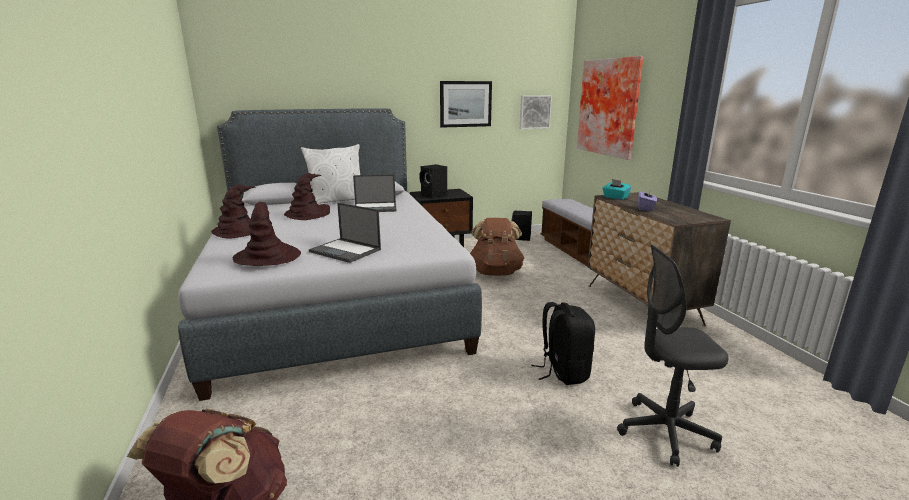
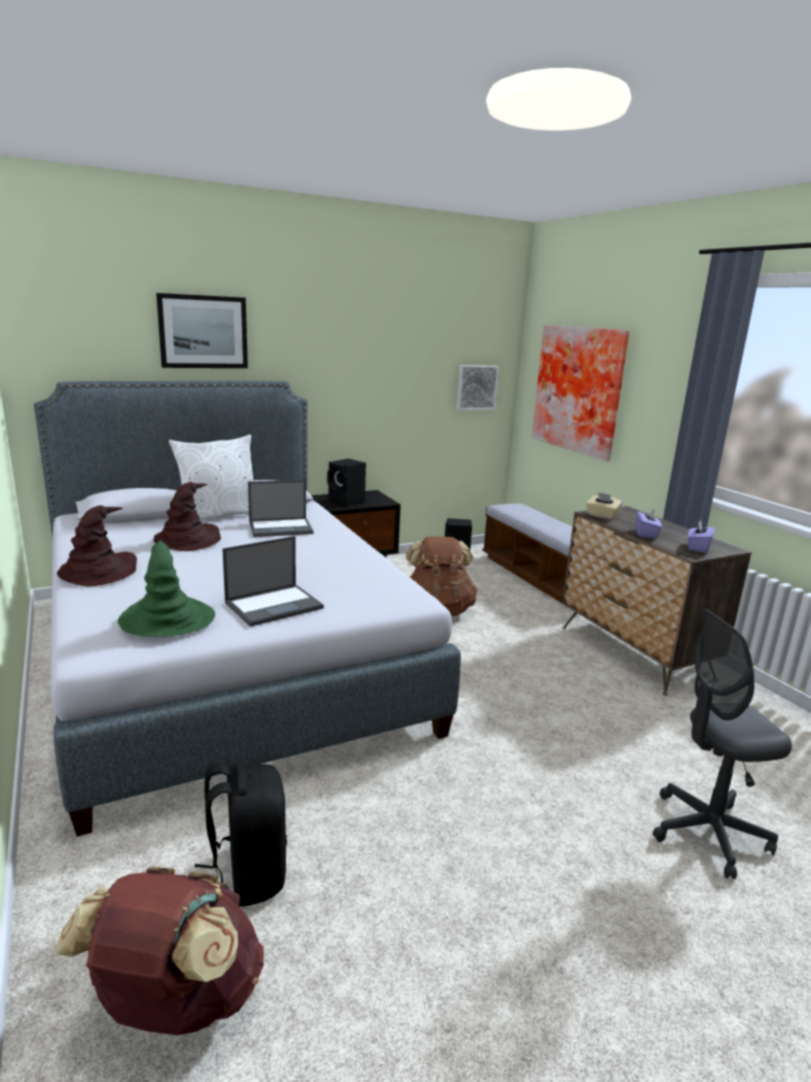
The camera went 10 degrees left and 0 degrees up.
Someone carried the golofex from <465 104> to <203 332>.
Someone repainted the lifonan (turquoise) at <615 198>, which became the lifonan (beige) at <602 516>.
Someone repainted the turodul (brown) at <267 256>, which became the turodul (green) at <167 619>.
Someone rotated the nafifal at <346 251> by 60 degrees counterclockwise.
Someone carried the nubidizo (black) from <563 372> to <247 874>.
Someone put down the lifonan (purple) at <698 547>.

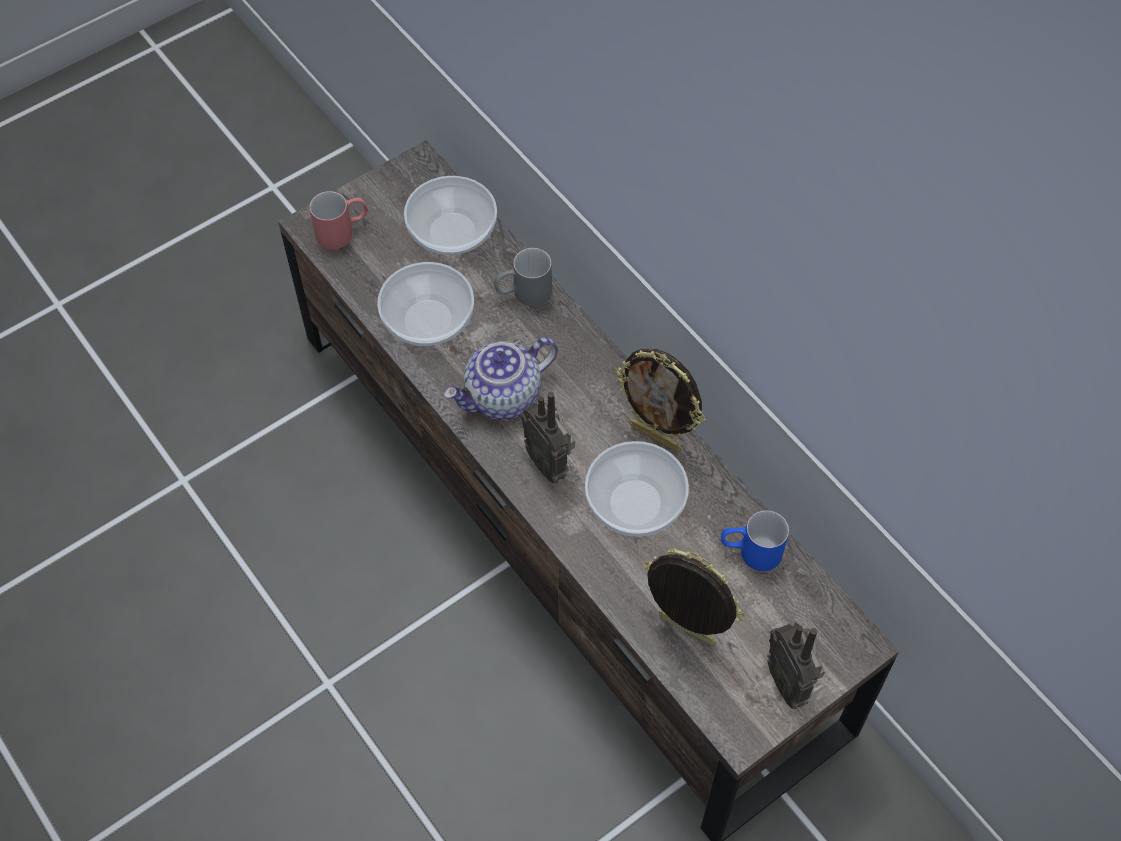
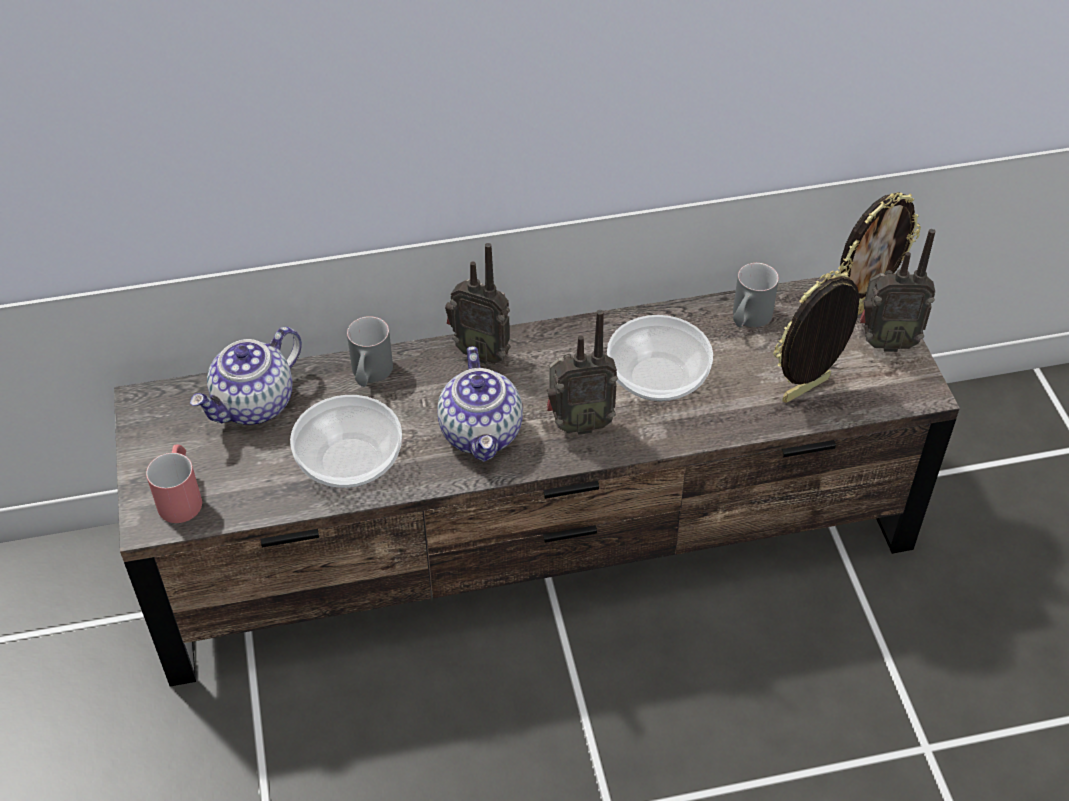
The camera went 65 degrees left and 10 degrees down.
Someone swapped the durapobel at <453 233> for the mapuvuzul at <254 405>.
Someone carried the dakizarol from <656 436> to <862 308>.
Someone repainted the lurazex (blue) at <750 552>, which became the lurazex (grey) at <748 320>.
Someone put down the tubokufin at <482 352>.

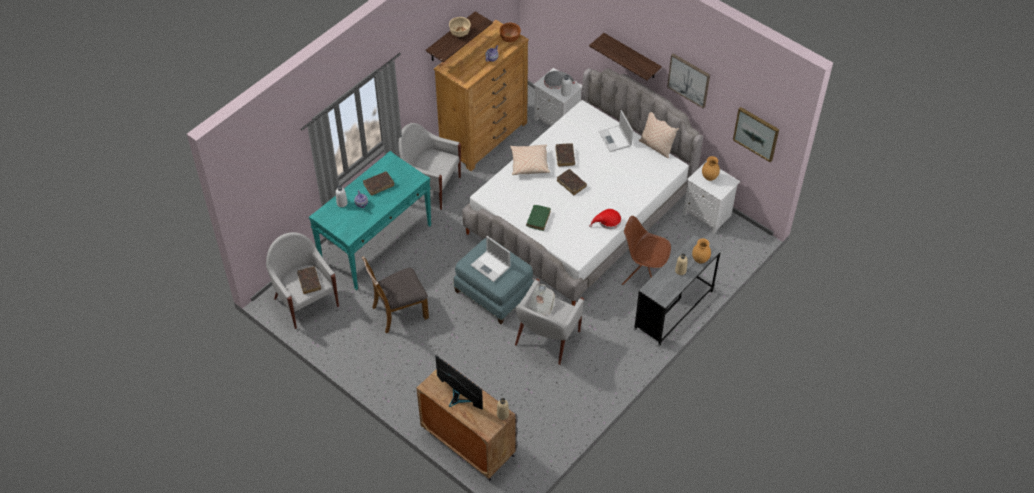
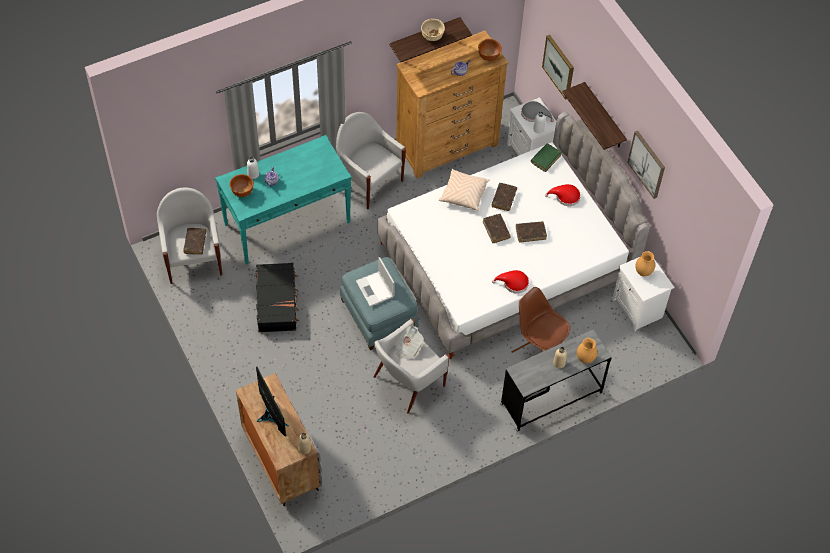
The camera went 20 degrees right and 5 degrees up.
Someone carried the golofex from <756 133> to <559 66>.
Someone swapped the nafifal at <615 139> for the turodul (red) at <565 197>.
Someone took away the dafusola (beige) at <656 147>.
Someone carried the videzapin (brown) from <378 185> to <530 233>.
Someone carried the videzapin (green) from <538 219> to <545 159>.
Someone swapped the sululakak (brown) at <399 312> for the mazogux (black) at <277 302>.
Someone put down the durapobel (brown) at <242 191>.

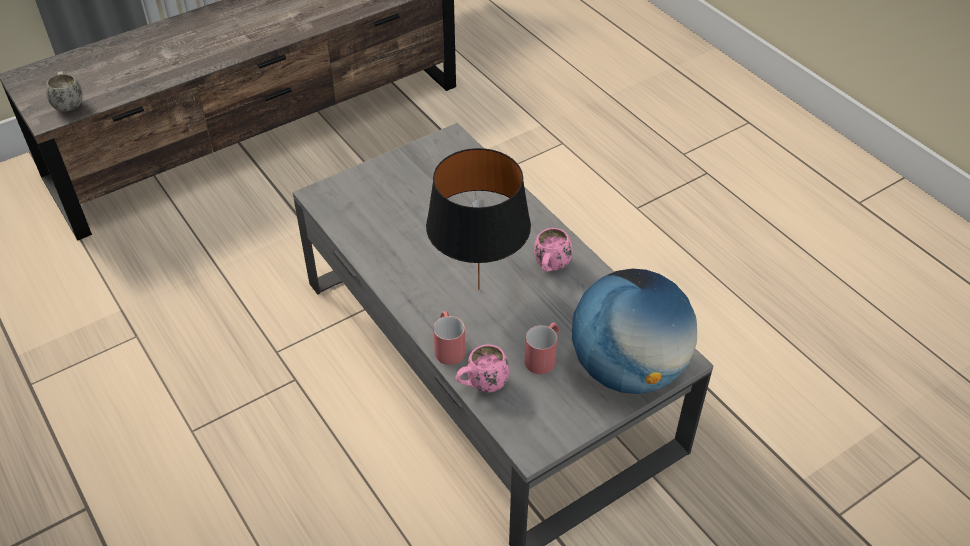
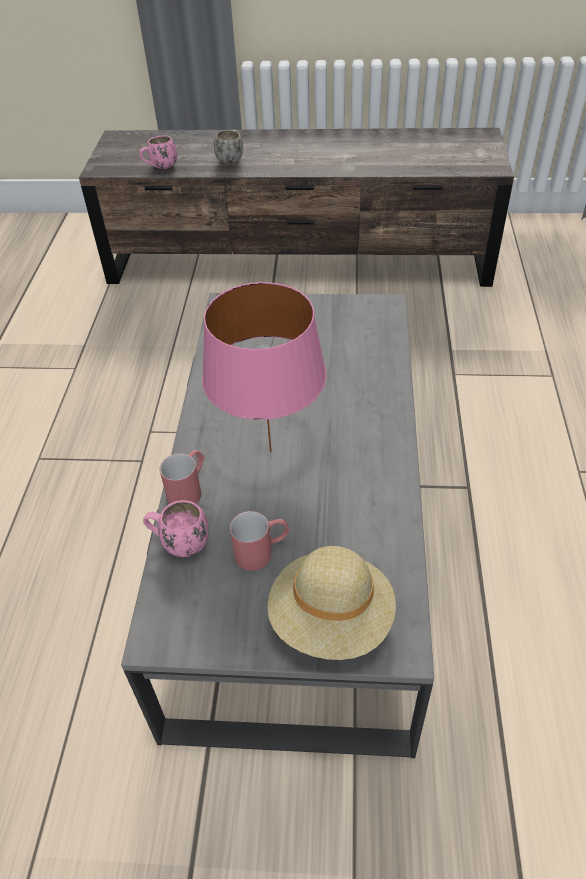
The camera went 40 degrees right and 0 degrees up.
Someone carried the lurazex (white) from <68 103> to <231 159>.
Someone repainted the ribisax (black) at <479 290>, which became the ribisax (pink) at <270 452>.
Someone carried the lurazex (pink) from <550 267> to <160 168>.
Someone swapped the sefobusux at <627 369> for the turodul (beige) at <332 619>.

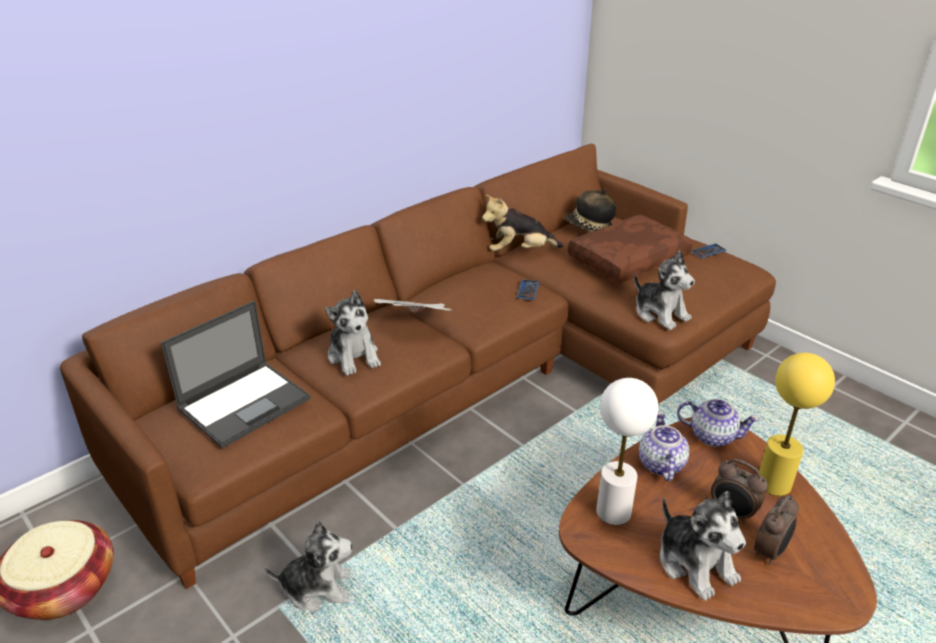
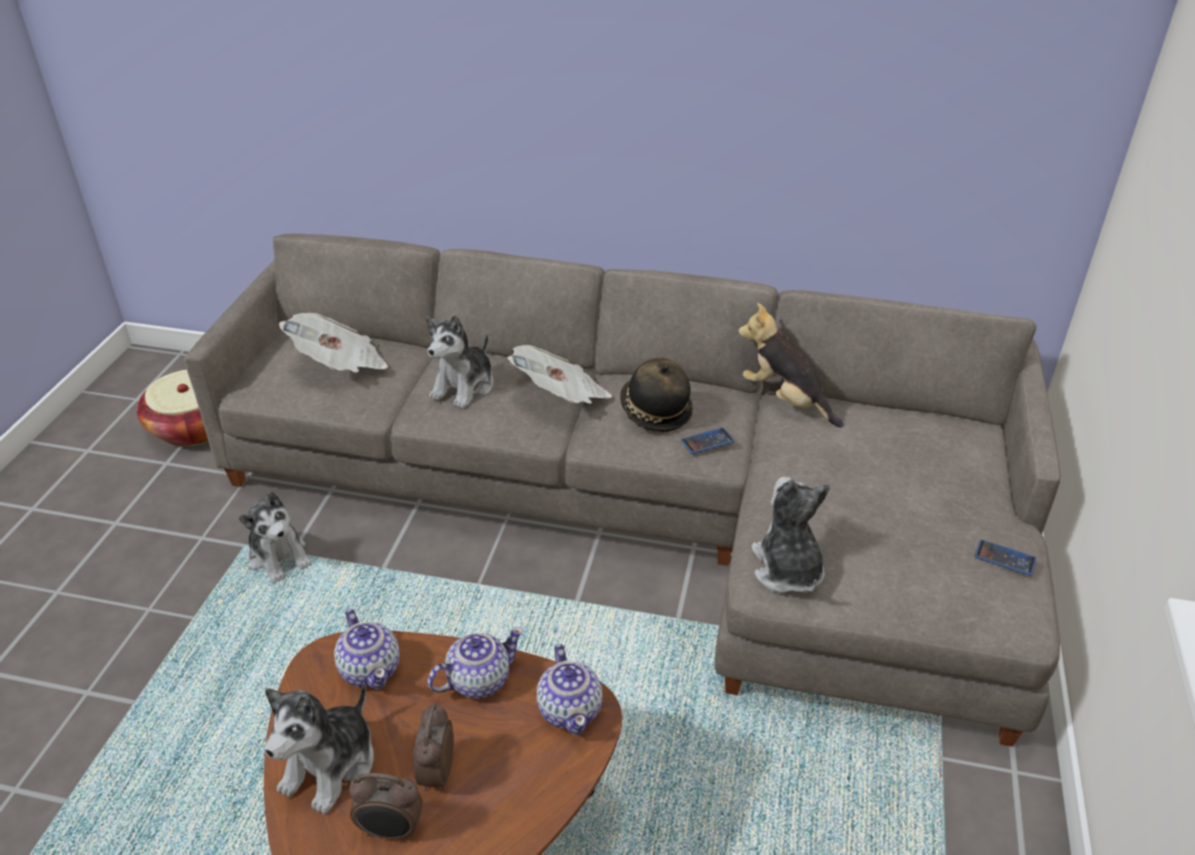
The camera went 55 degrees right and 5 degrees up.
Someone repainted the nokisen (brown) at <472 378>, which became the nokisen (grey) at <650 510>.
Someone carried the turodul from <589 228> to <654 411>.
Someone took away the dafusola (brown) at <627 259>.
Someone rotated the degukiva at <660 313> by 150 degrees clockwise.
Someone swapped the nafifal at <245 403> for the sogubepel at <340 365>.
Someone took away the ribisax (yellow) at <773 483>.
Someone swapped the ribisax (white) at <613 511> for the mapuvuzul at <371 669>.

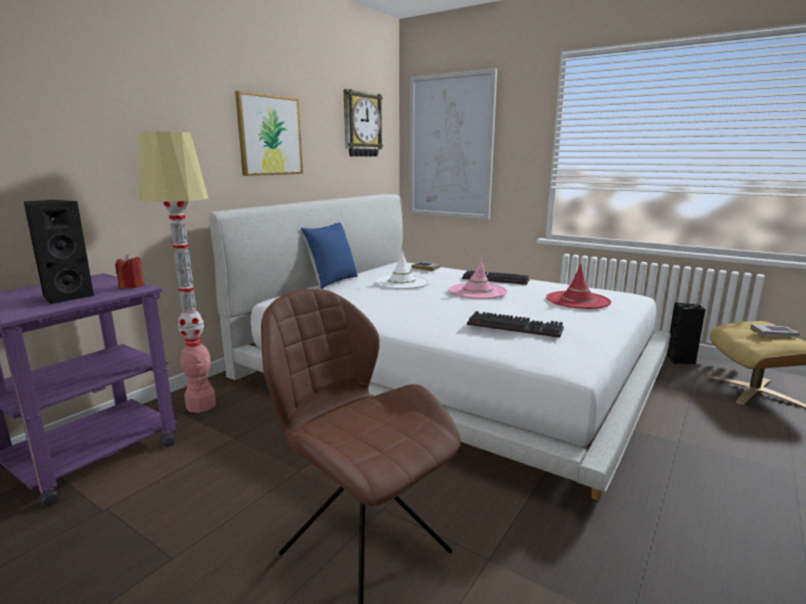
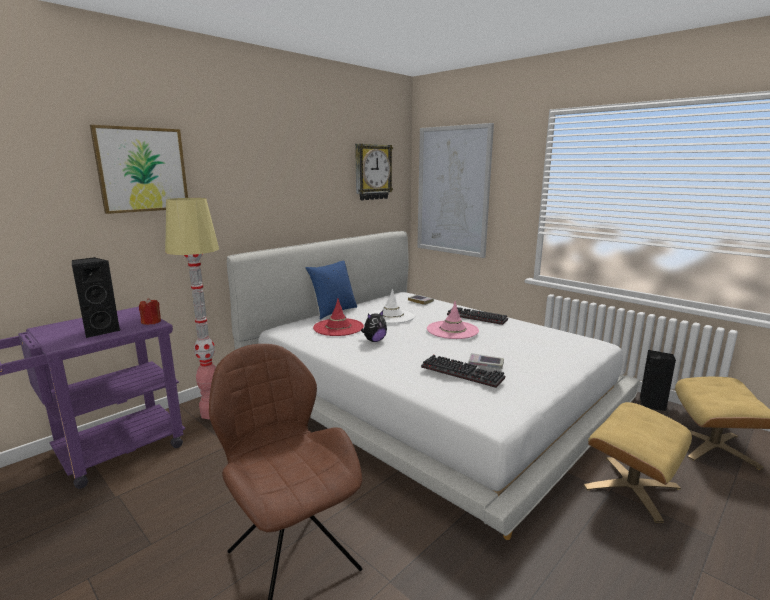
The camera went 10 degrees right and 0 degrees up.
Someone carried the golofex from <270 135> to <142 170>.
Someone carried the turodul (red) from <577 300> to <338 327>.
Someone carried the videzapin from <773 334> to <485 364>.
Someone put down the degukiva at <374 340>.
Someone put down the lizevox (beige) at <631 487>.

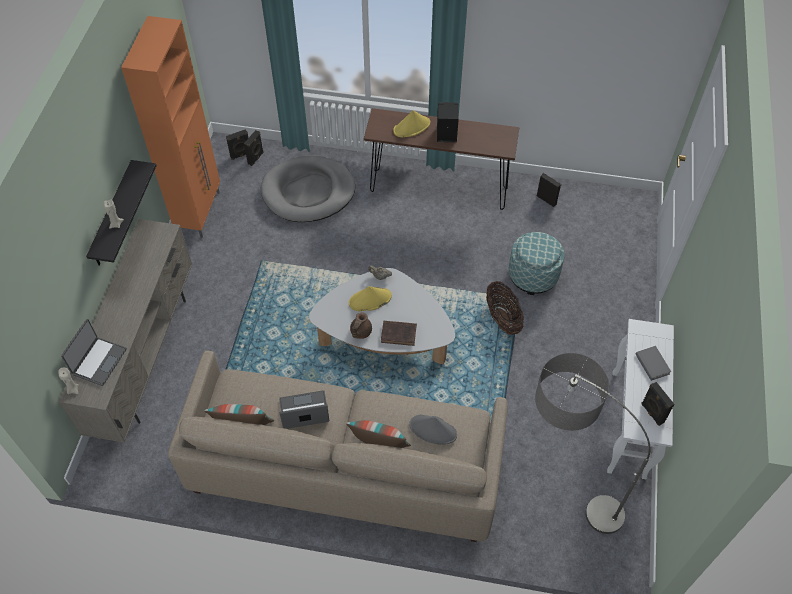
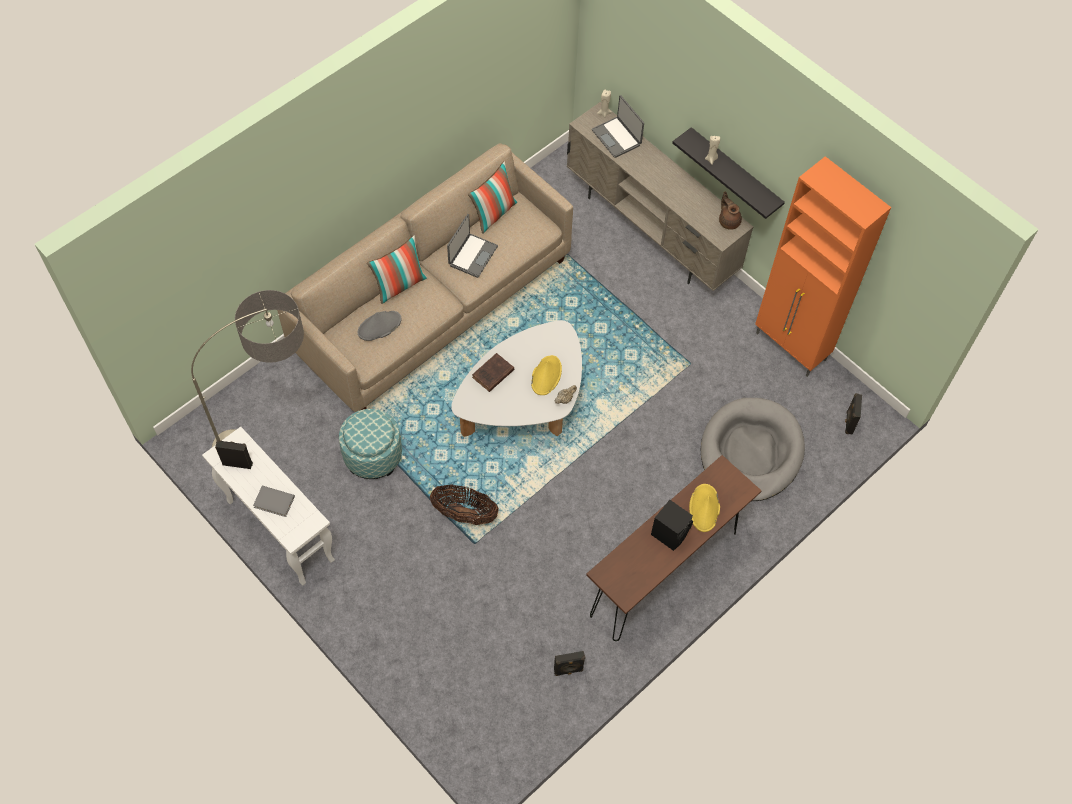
The camera went 125 degrees right and 5 degrees up.
Someone took away the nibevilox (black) at <256 158>.
Someone carried the lizevox from <533 275> to <372 455>.
Someone carried the mapuvuzul (brown) from <360 332> to <729 221>.

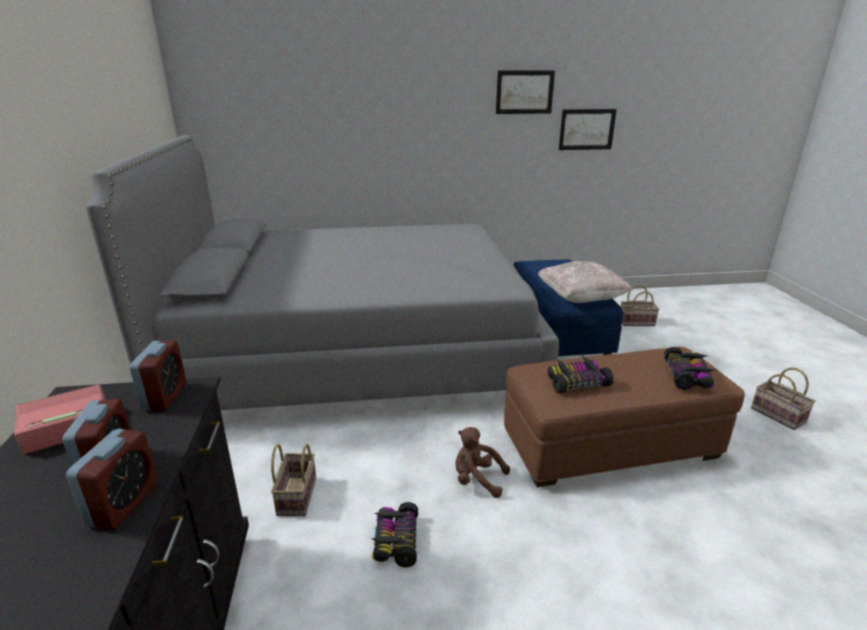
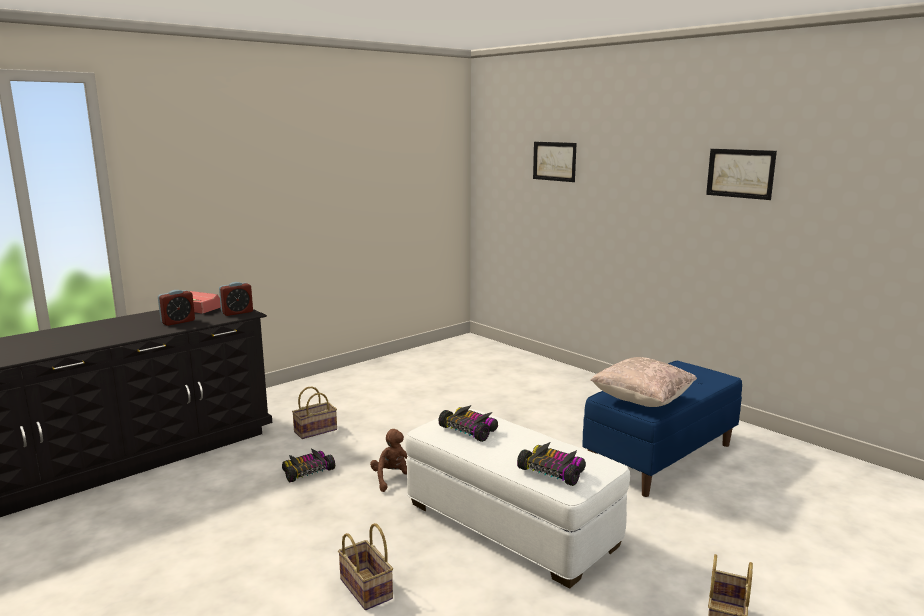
The camera went 55 degrees right and 10 degrees down.
Someone carried the golofex from <587 129> to <554 161>.
Someone took away the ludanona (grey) at <357 351>.
Someone carried the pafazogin from <637 322> to <368 589>.
Someone repainted the lizevox (brown) at <609 445>, which became the lizevox (white) at <511 524>.
Someone rotated the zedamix at <687 376> by 120 degrees counterclockwise.
Someone took away the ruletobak at <124 504>.

